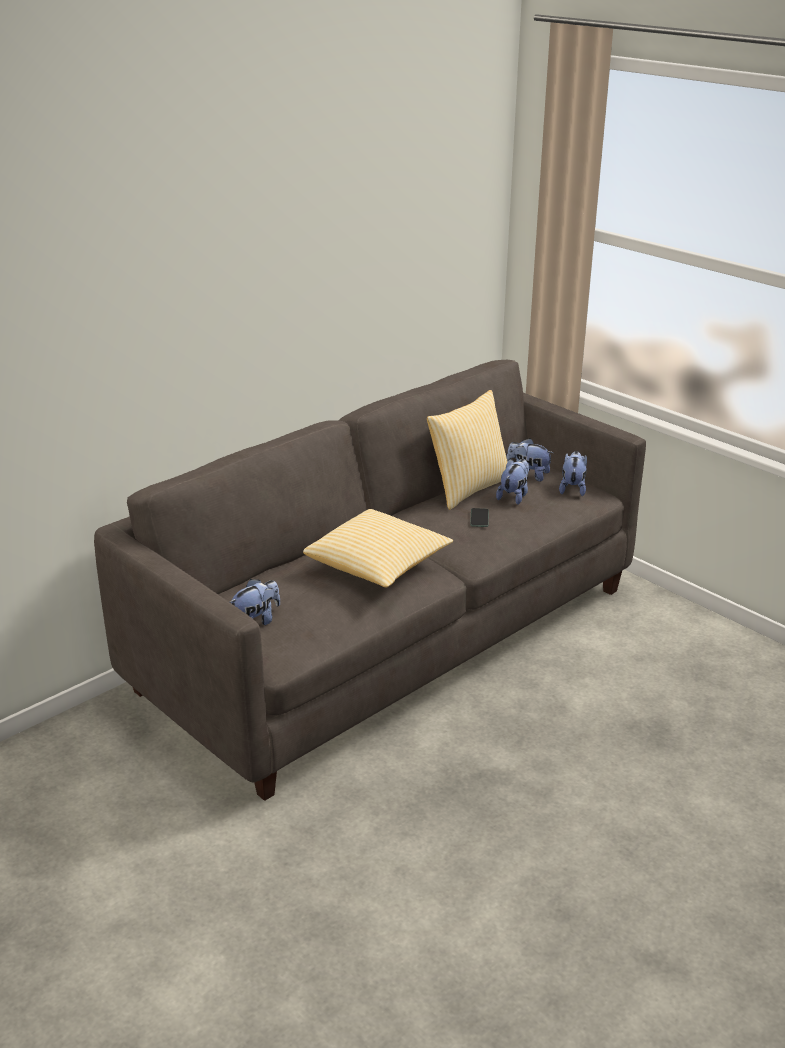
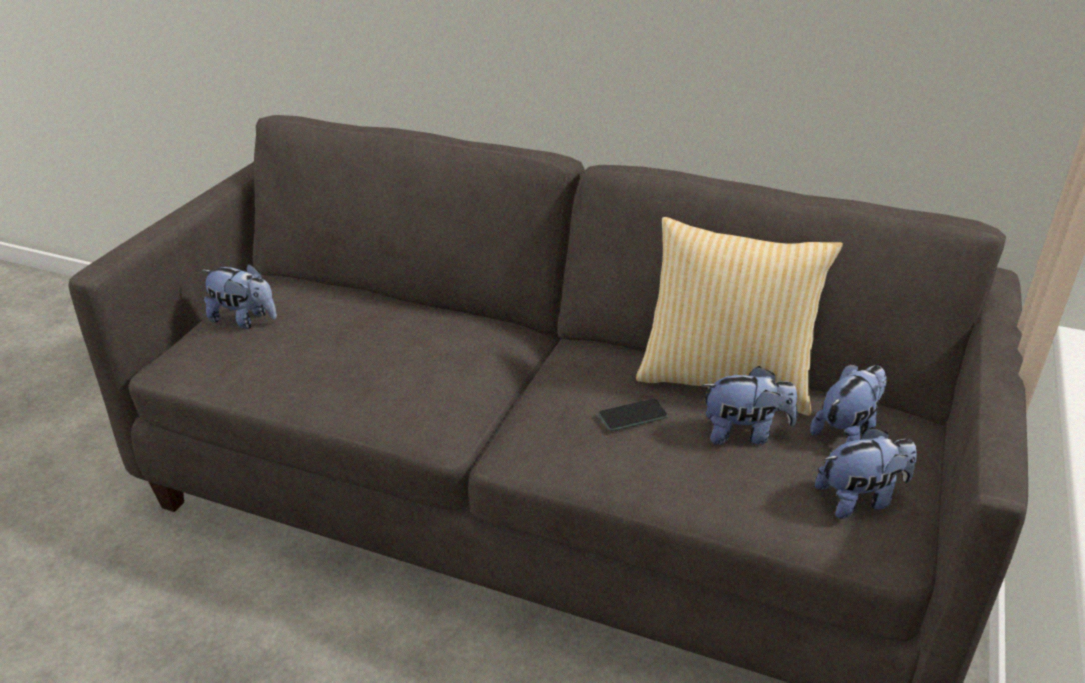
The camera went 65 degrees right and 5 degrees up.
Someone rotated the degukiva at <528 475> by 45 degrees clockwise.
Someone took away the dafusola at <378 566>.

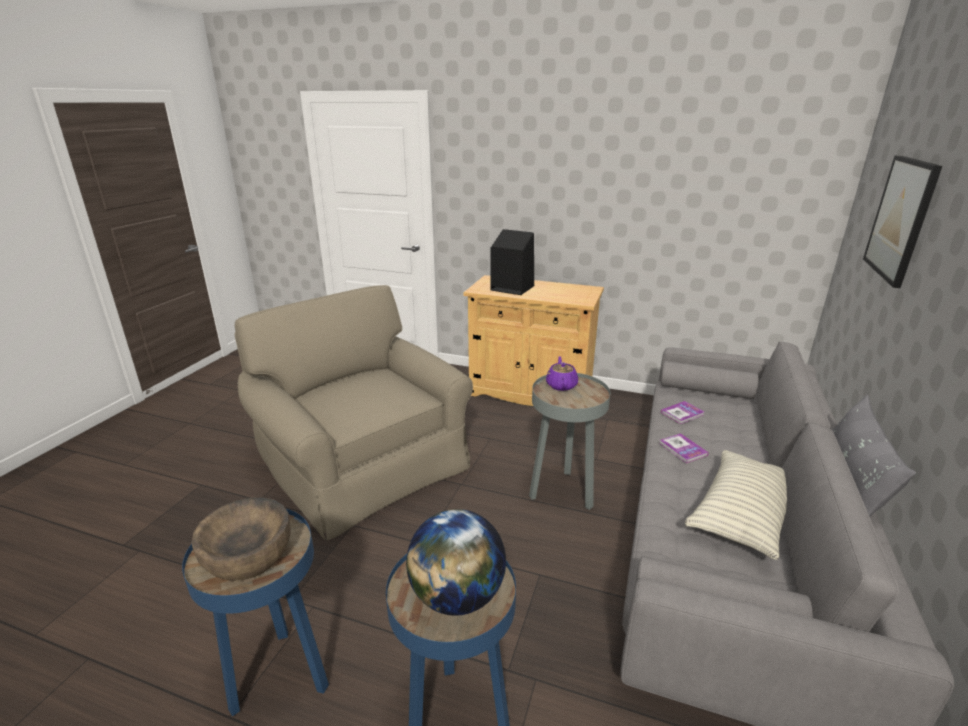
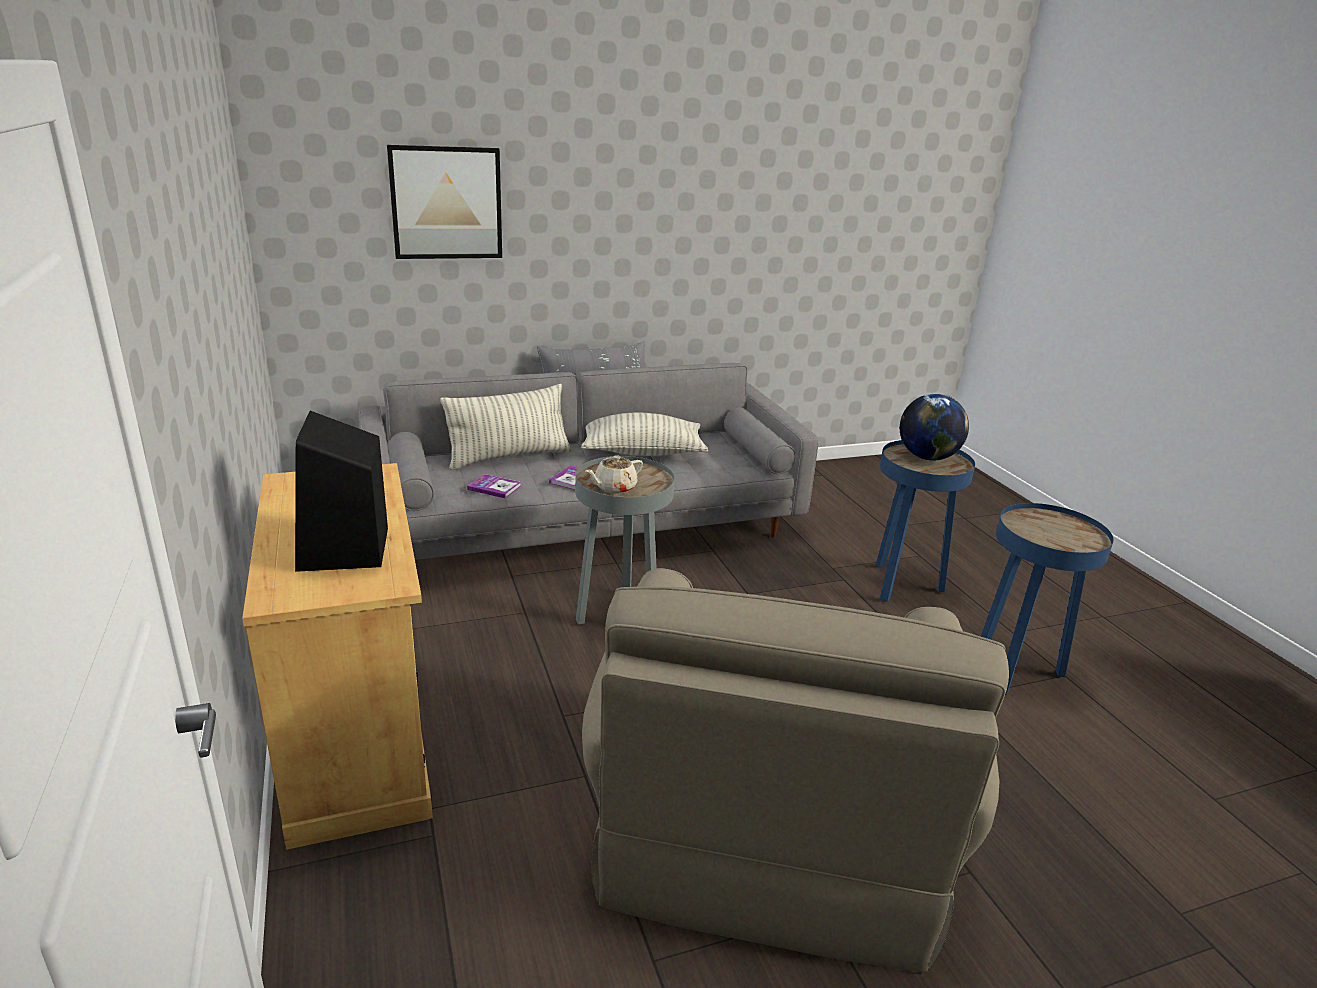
The camera went 130 degrees left and 0 degrees up.
Someone repainted the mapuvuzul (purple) at <561 385>, which became the mapuvuzul (beige) at <614 487>.
Someone took away the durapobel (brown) at <248 555>.
Someone put down the dafusola at <509 457>.

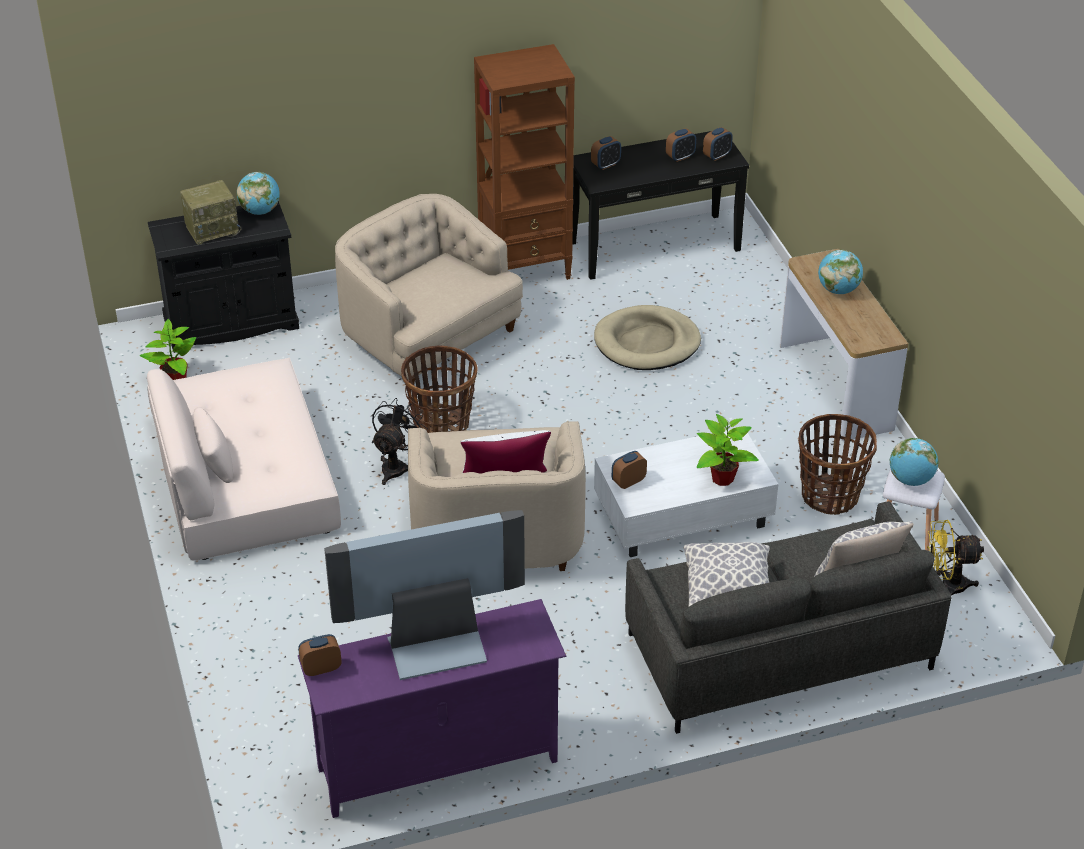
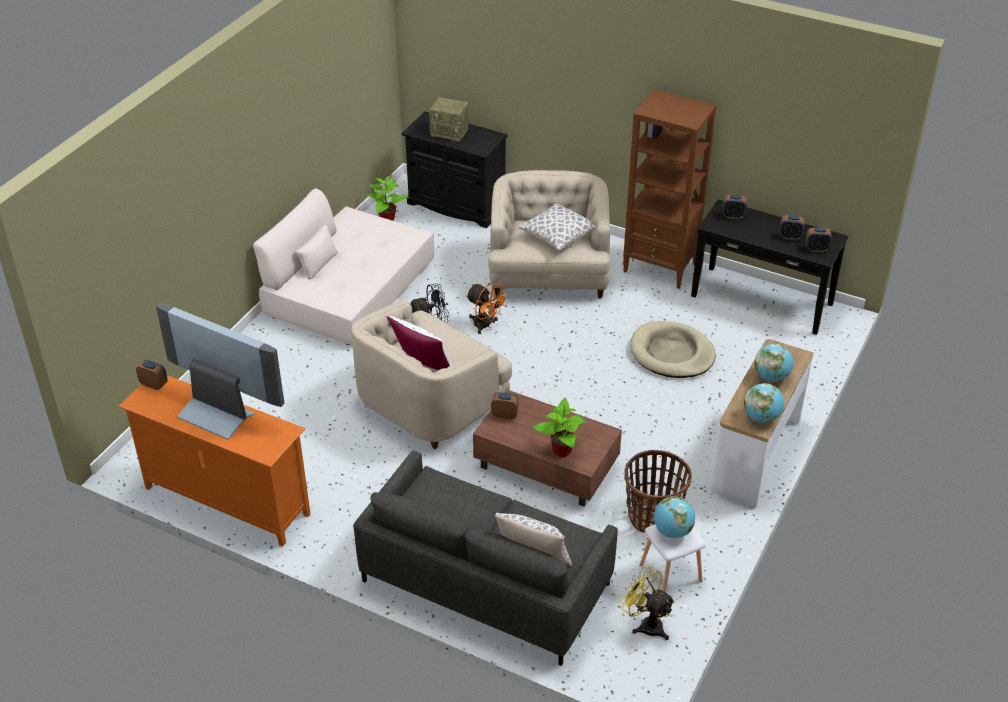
The camera went 45 degrees right and 0 degrees up.
Someone carried the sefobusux from <260 211> to <761 417>.
Someone swapped the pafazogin at <441 424> for the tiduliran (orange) at <486 325>.
Someone repainted the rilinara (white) at <681 514>, which became the rilinara (brown) at <545 464>.
Someone carried the dafusola from <728 589> to <557 236>.
Someone repainted the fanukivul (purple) at <437 765>, which became the fanukivul (orange) at <226 501>.

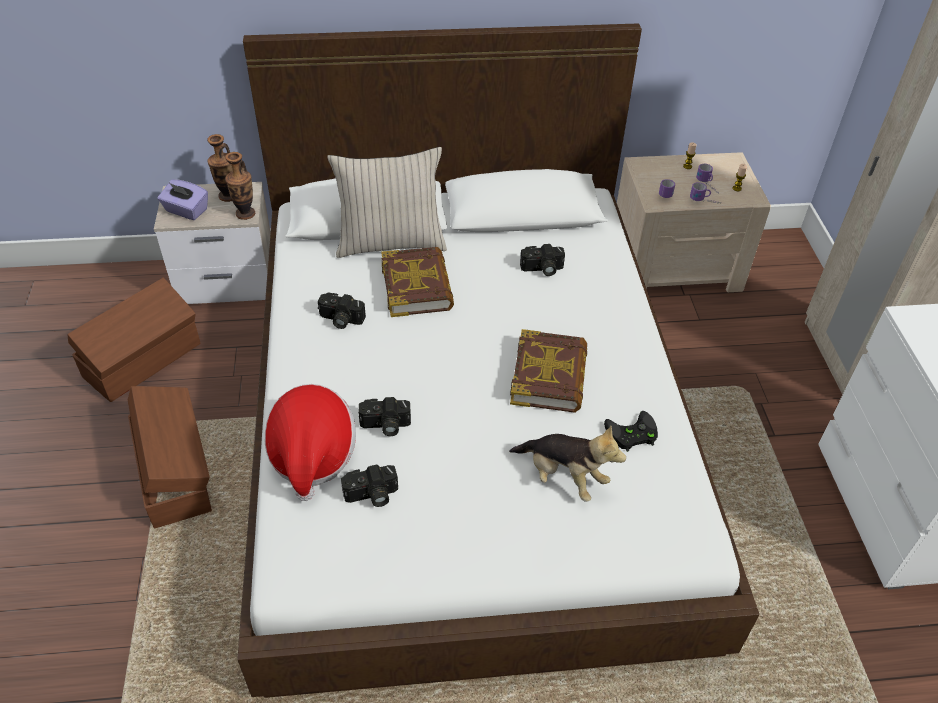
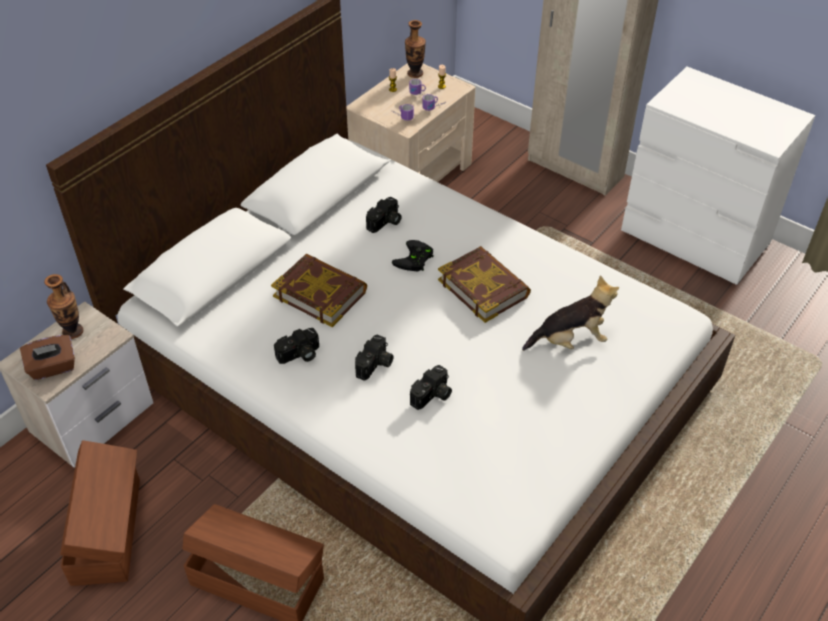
The camera went 45 degrees left and 0 degrees up.
Someone took away the dafusola (beige) at <390 243>.
Someone carried the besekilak from <245 214> to <415 73>.
Someone repainted the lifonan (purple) at <186 211>, which became the lifonan (brown) at <53 368>.
Someone took away the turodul at <312 455>.
Someone carried the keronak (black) from <631 434> to <414 260>.
Someone carried the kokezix from <371 496> to <375 365>.

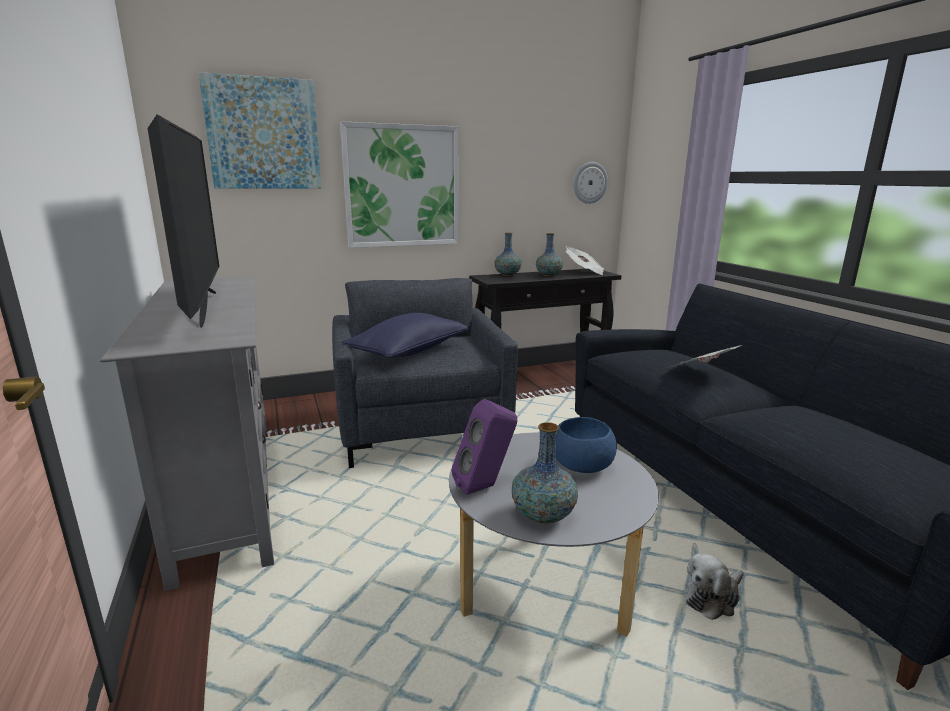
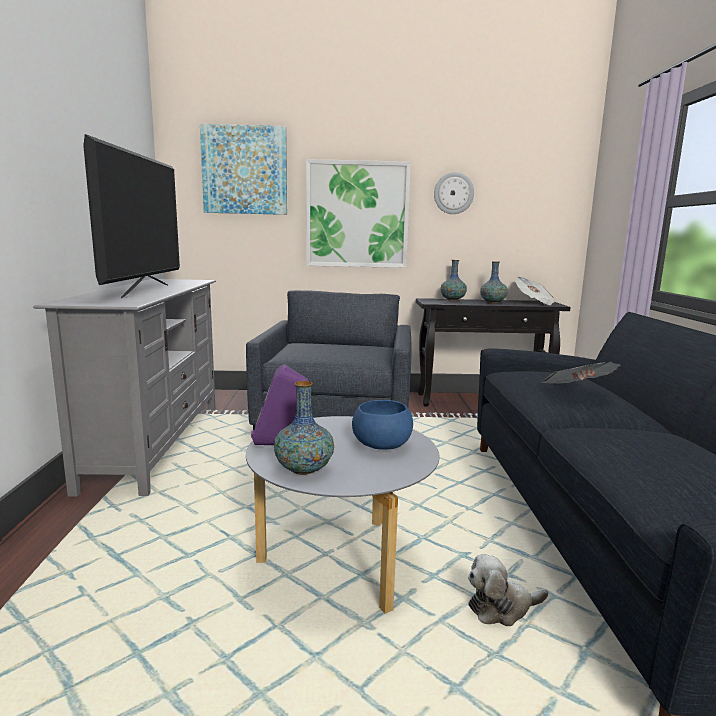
The camera went 20 degrees right and 5 degrees down.
Someone carried the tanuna from <589 182> to <453 193>.
Someone took away the dafusola (blue) at <409 352>.

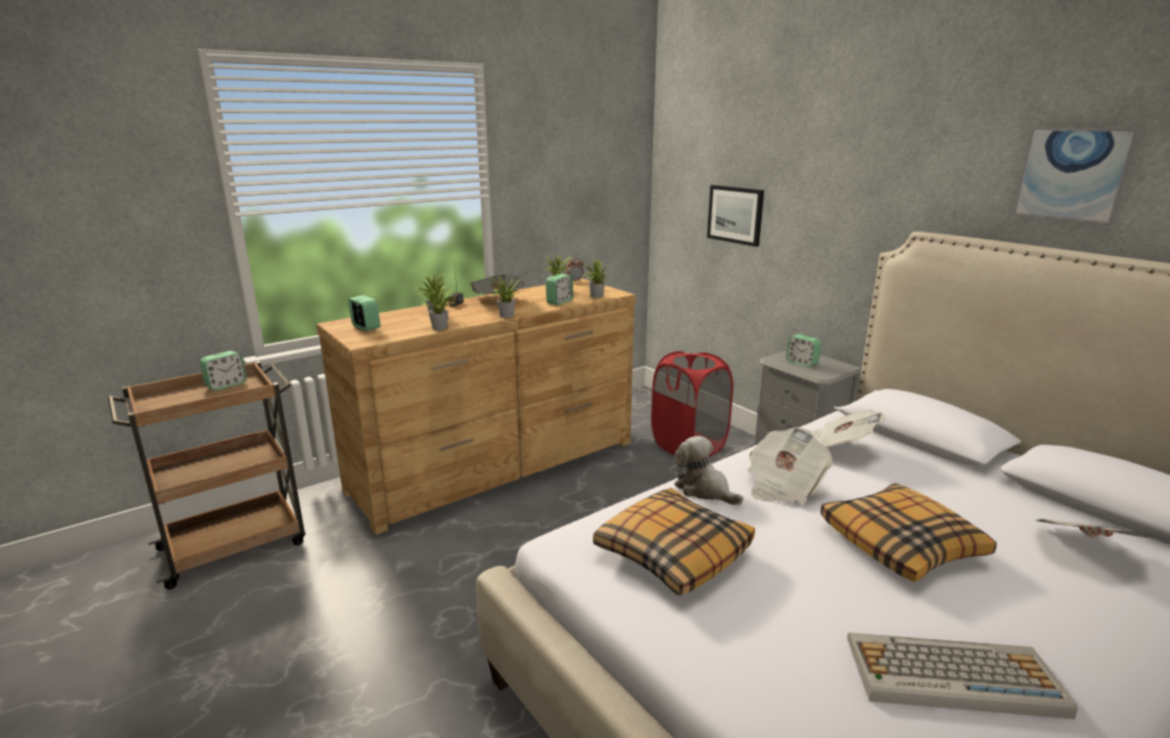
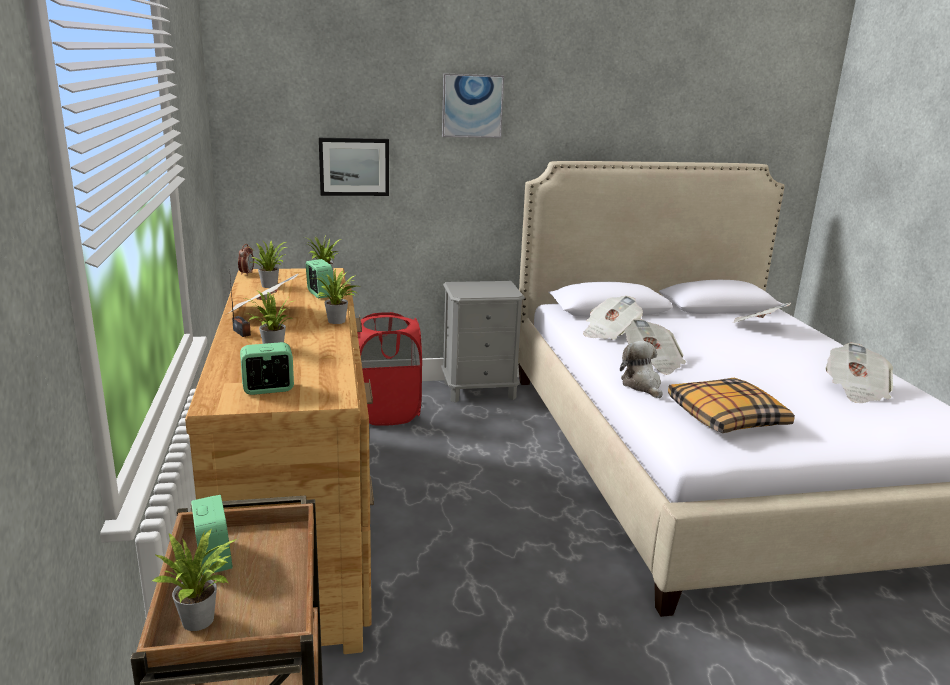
The camera went 65 degrees left and 0 degrees up.
Someone carried the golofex from <1073 174> to <472 106>.
Someone carried the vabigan from <440 328> to <202 619>.
Someone took away the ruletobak at <801 363>.
Someone rotated the degukiva at <704 489> by 90 degrees clockwise.
Someone took away the dafusola at <901 544>.
Someone swapped the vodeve at <951 676> for the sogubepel at <856 390>.

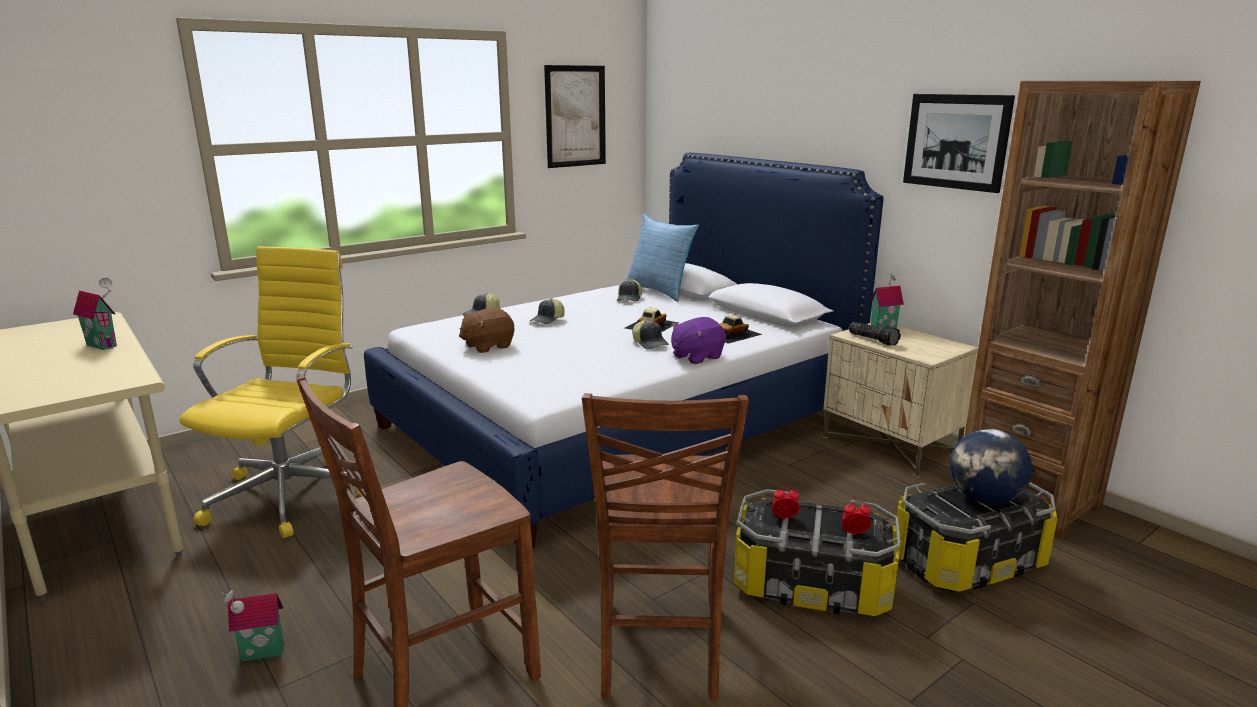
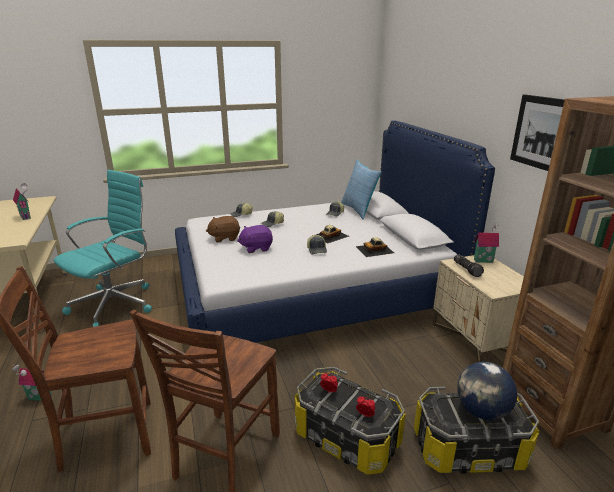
The camera went 20 degrees right and 5 degrees up.
Someone took away the golofex at <575 116>.
Someone repainted the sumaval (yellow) at <291 494>, which became the sumaval (turquoise) at <116 304>.
Someone carried the degukiva (purple) from <696 357> to <256 248>.

